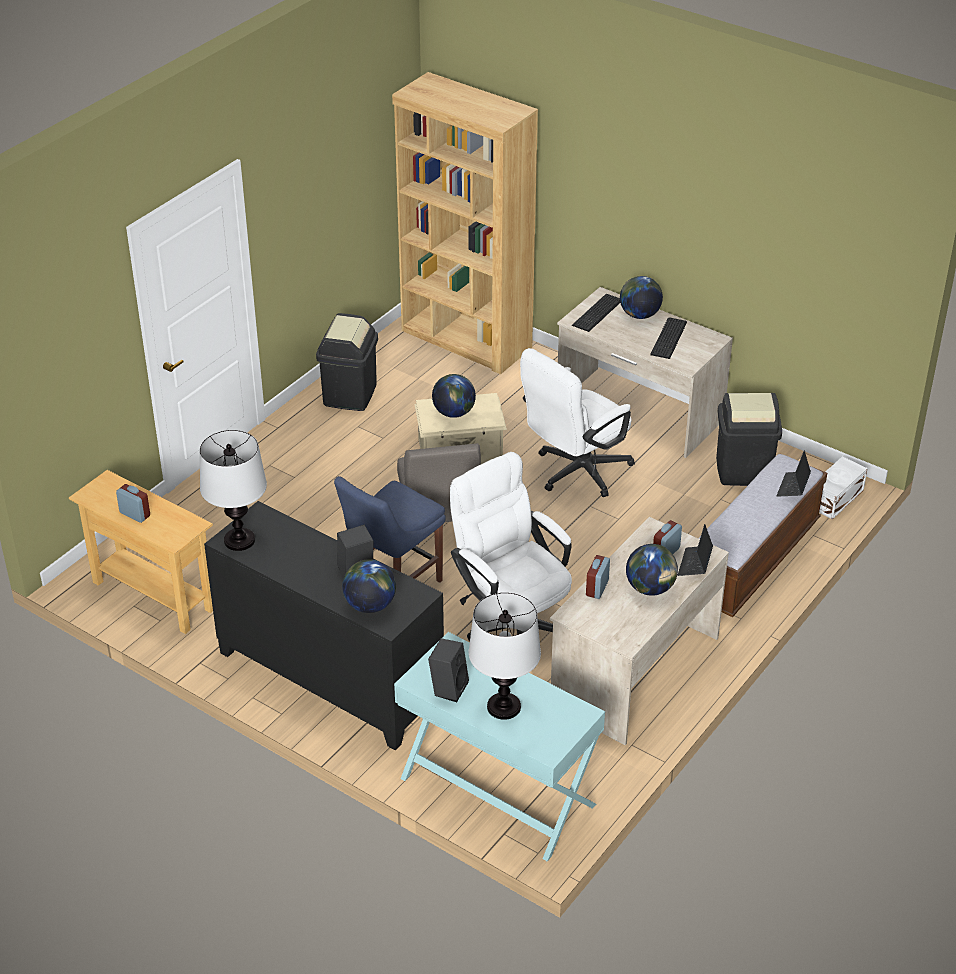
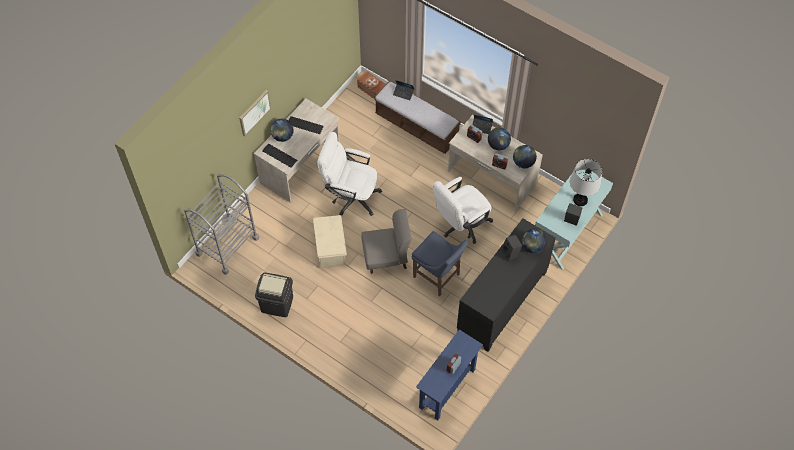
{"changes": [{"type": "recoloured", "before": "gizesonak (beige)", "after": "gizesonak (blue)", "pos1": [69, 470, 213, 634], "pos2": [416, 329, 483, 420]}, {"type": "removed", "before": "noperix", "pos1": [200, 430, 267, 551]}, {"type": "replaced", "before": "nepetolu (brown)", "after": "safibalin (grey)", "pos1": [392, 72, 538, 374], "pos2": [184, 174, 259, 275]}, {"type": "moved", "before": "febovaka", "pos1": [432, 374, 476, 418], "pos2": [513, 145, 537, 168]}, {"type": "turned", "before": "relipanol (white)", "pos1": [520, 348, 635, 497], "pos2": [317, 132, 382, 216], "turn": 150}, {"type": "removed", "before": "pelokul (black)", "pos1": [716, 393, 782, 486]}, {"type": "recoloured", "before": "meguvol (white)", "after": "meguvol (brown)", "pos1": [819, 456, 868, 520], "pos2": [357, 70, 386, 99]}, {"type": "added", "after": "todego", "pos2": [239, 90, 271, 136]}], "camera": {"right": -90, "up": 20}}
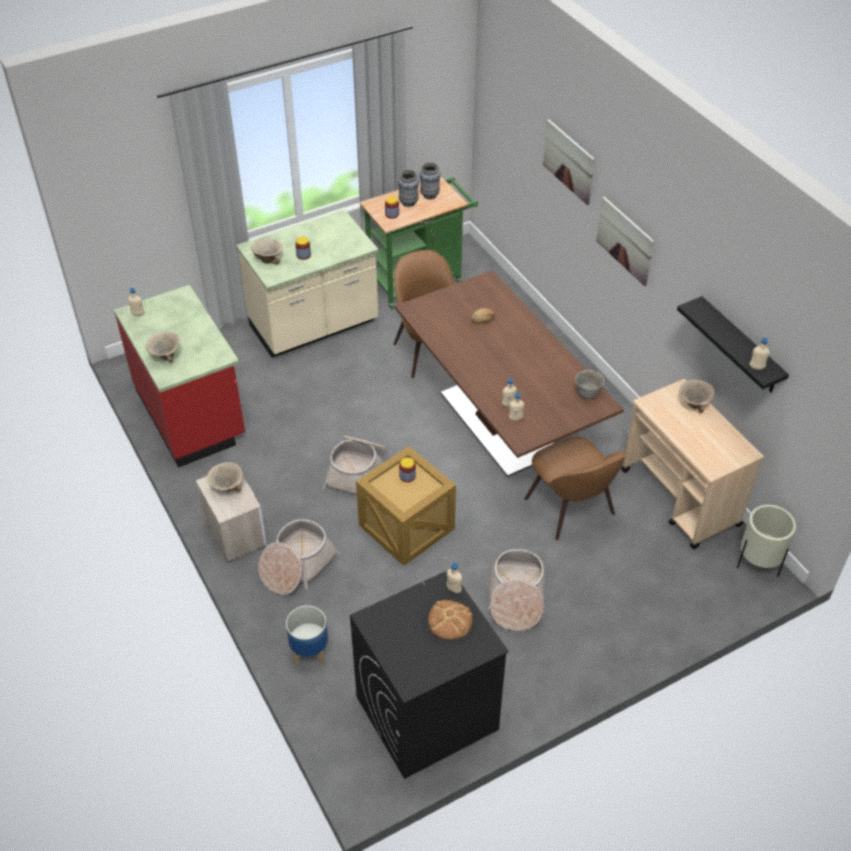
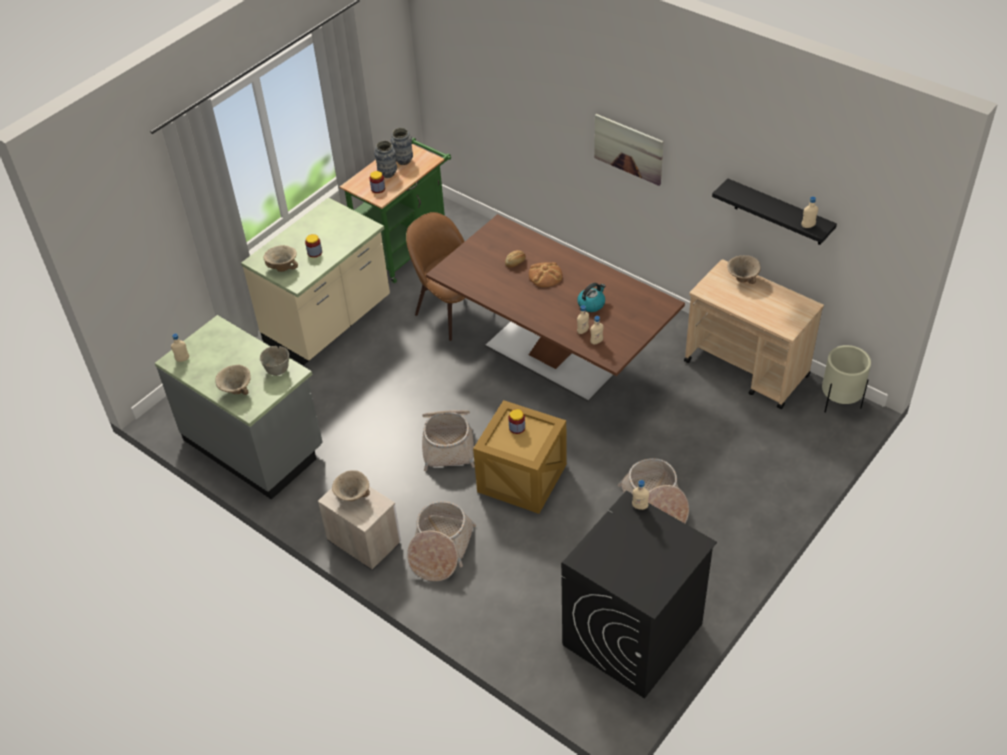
{"changes": [{"type": "recoloured", "before": "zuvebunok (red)", "after": "zuvebunok (grey)", "pos1": [114, 285, 245, 468], "pos2": [155, 315, 323, 499]}, {"type": "removed", "before": "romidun", "pos1": [286, 606, 328, 666]}, {"type": "moved", "before": "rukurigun", "pos1": [428, 600, 473, 639], "pos2": [529, 262, 563, 287]}, {"type": "removed", "before": "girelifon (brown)", "pos1": [524, 436, 627, 540]}, {"type": "removed", "before": "todego", "pos1": [543, 119, 595, 205]}, {"type": "moved", "before": "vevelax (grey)", "pos1": [575, 370, 604, 399], "pos2": [260, 346, 289, 376]}, {"type": "added", "after": "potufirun", "pos2": [577, 283, 605, 312]}], "camera": {"right": -20, "up": 0}}
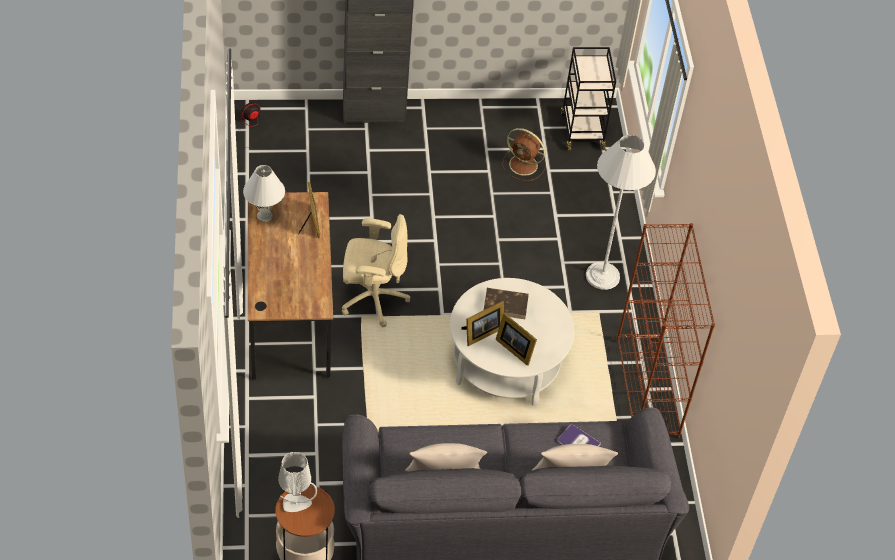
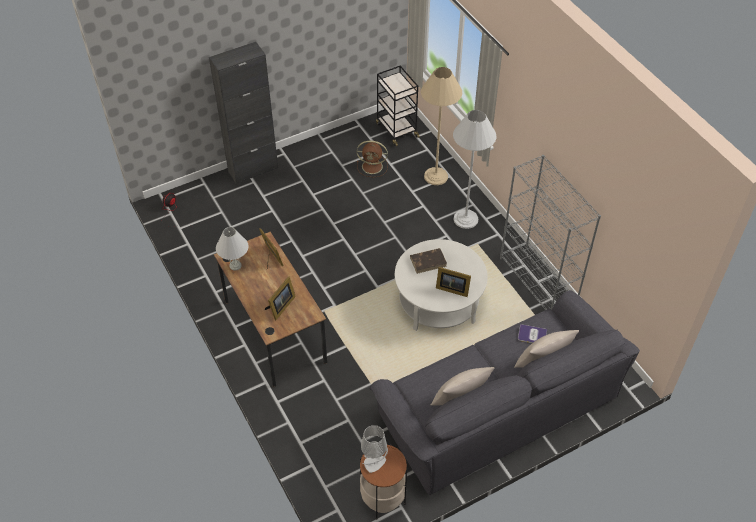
{"changes": [{"type": "removed", "before": "relipanol (beige)", "pos1": [342, 214, 410, 327]}, {"type": "moved", "before": "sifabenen", "pos1": [461, 301, 504, 346], "pos2": [265, 276, 296, 320]}, {"type": "recoloured", "before": "nepetolu (brown)", "after": "nepetolu (grey)", "pos1": [616, 223, 715, 439], "pos2": [500, 155, 601, 310]}, {"type": "added", "after": "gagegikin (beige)", "pos2": [421, 67, 462, 185]}], "camera": {"right": -20, "up": 0}}
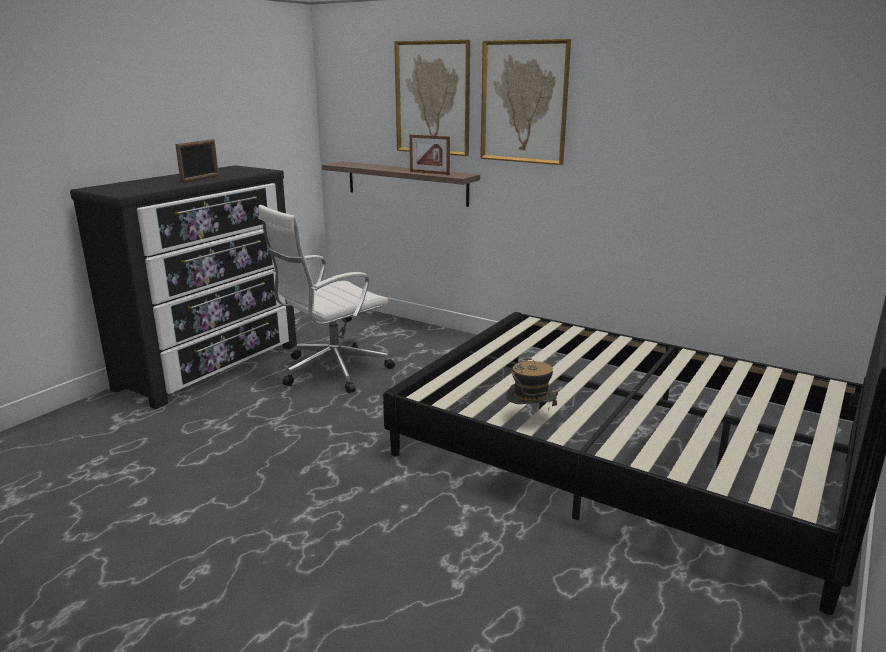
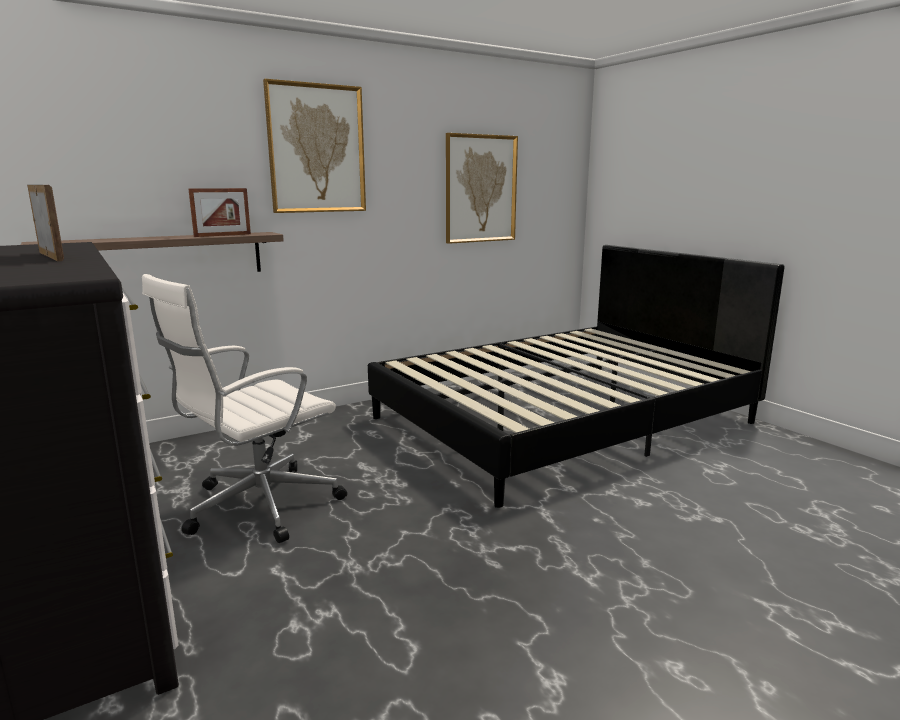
{"changes": [{"type": "turned", "before": "relipanol (white)", "pos1": [258, 205, 395, 393], "pos2": [142, 274, 347, 543], "turn": 60}, {"type": "moved", "before": "todego", "pos1": [394, 40, 470, 156], "pos2": [446, 133, 518, 244]}, {"type": "removed", "before": "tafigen", "pos1": [506, 355, 558, 411]}], "camera": {"right": -65, "up": -5}}
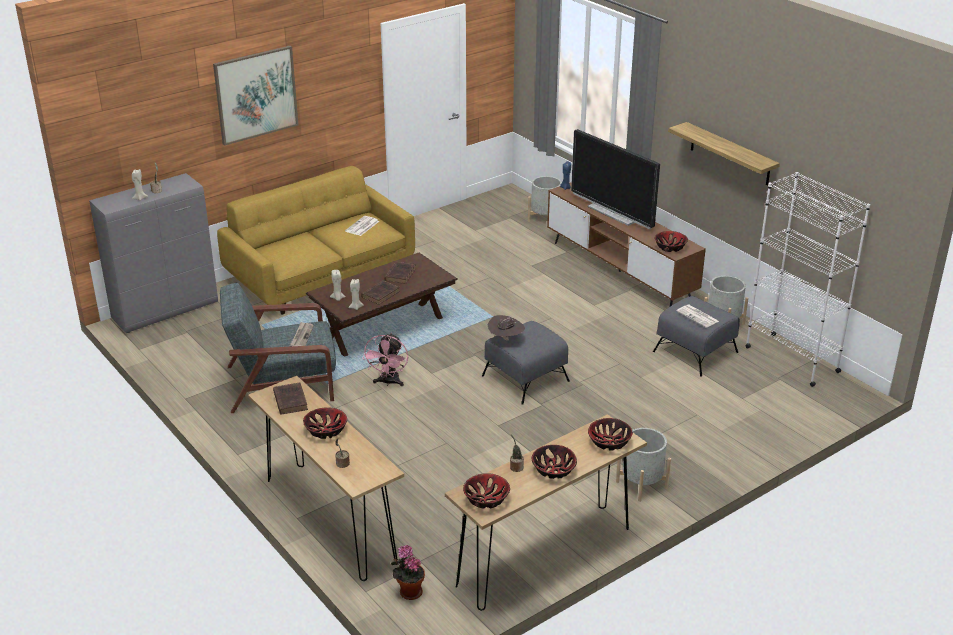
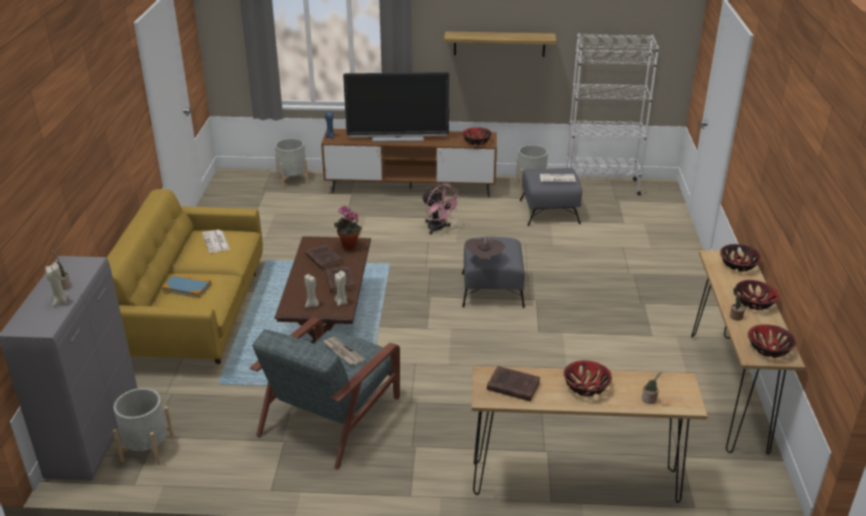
{"changes": [{"type": "removed", "before": "todego", "pos1": [213, 46, 299, 146]}, {"type": "moved", "before": "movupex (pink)", "pos1": [362, 333, 408, 386], "pos2": [421, 184, 461, 235]}, {"type": "moved", "before": "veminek", "pos1": [391, 545, 425, 600], "pos2": [334, 206, 362, 251]}, {"type": "moved", "before": "romidun (grey)", "pos1": [616, 428, 671, 502], "pos2": [113, 388, 174, 465]}, {"type": "added", "after": "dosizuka", "pos2": [162, 274, 211, 298]}], "camera": {"right": -50, "up": 0}}
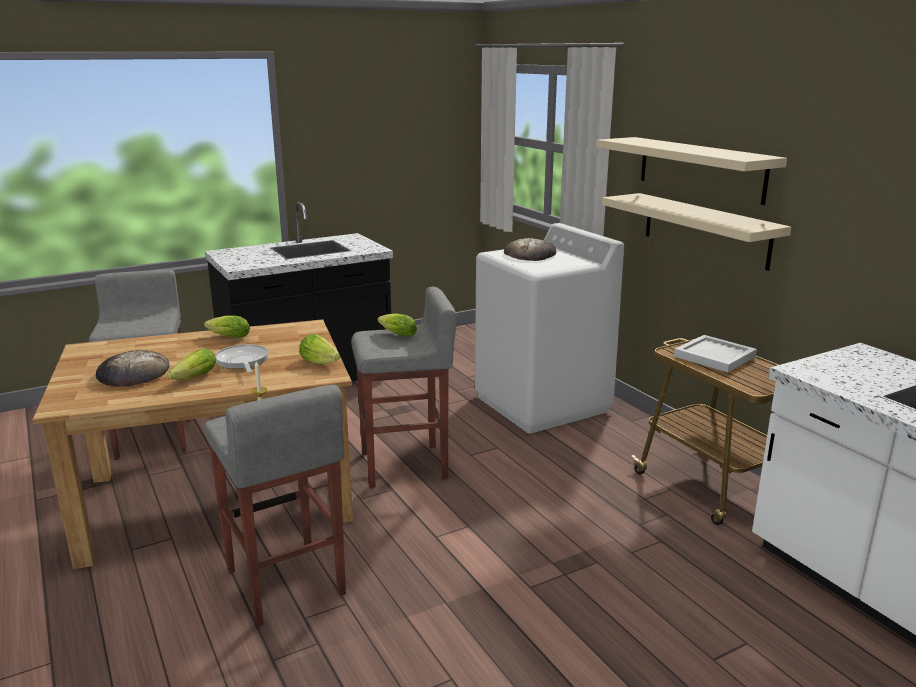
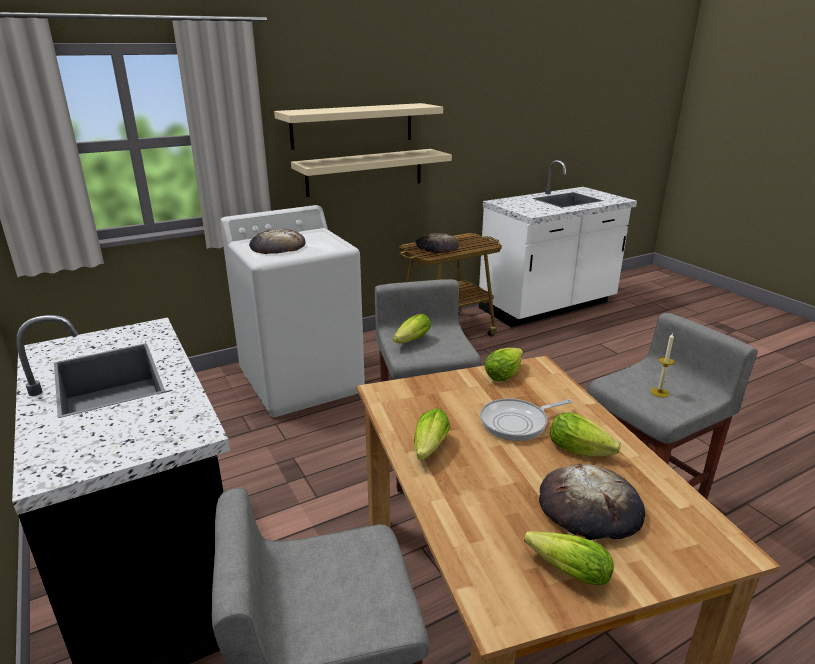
{"changes": [{"type": "replaced", "before": "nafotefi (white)", "after": "rukurigun", "pos1": [674, 335, 757, 373], "pos2": [415, 233, 459, 253]}, {"type": "added", "after": "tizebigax", "pos2": [524, 531, 614, 586]}], "camera": {"right": -90, "up": 5}}
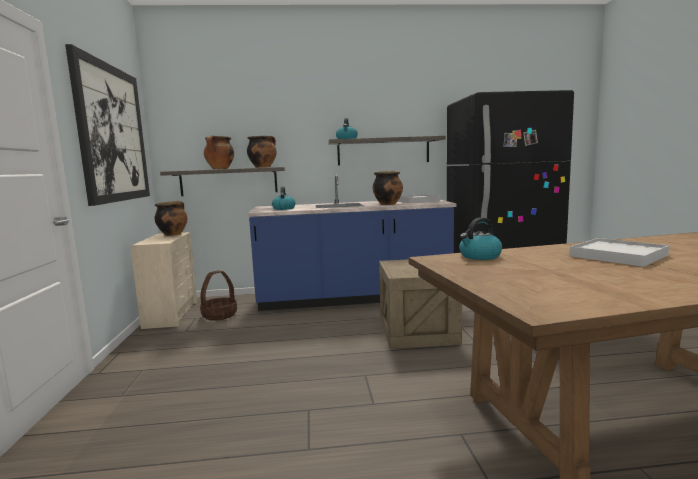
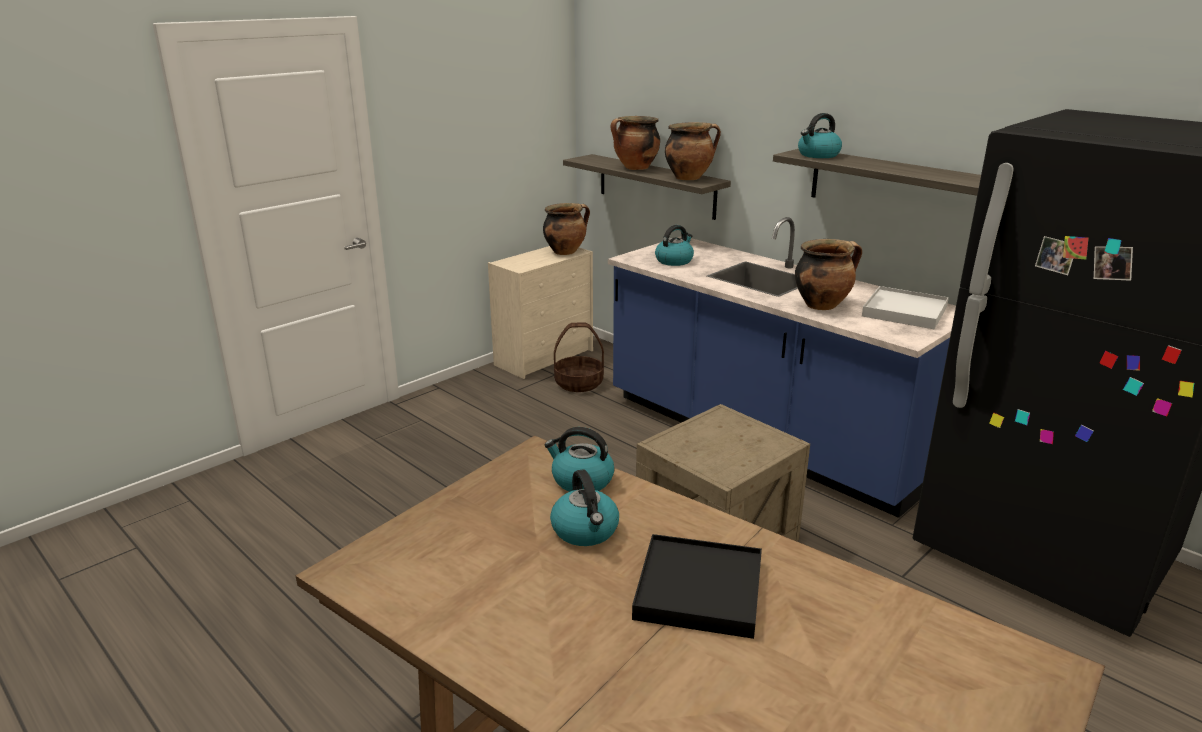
{"changes": [{"type": "removed", "before": "todego", "pos1": [65, 44, 150, 206]}, {"type": "recoloured", "before": "nafotefi (white)", "after": "nafotefi (black)", "pos1": [569, 238, 669, 267], "pos2": [632, 534, 762, 639]}, {"type": "added", "after": "potufirun", "pos2": [550, 469, 619, 546]}], "camera": {"right": 50, "up": 15}}
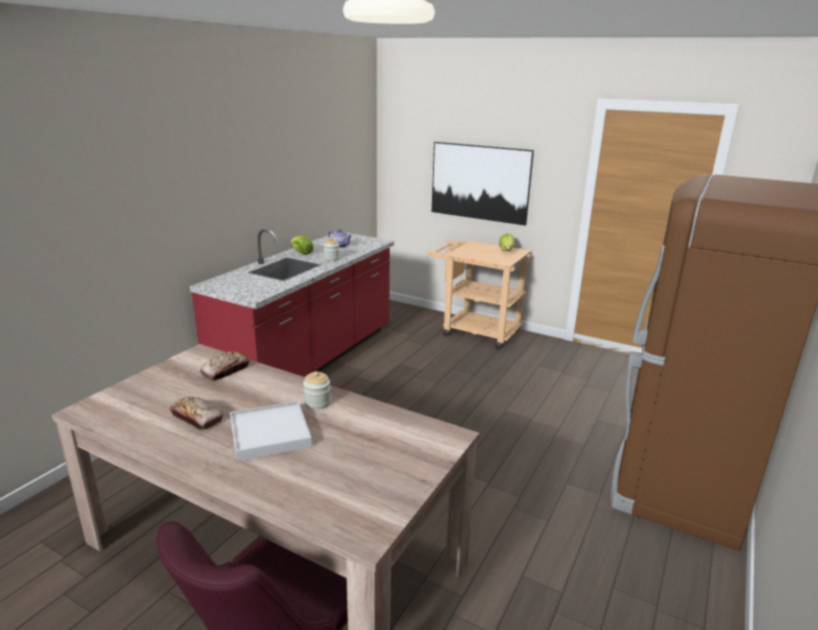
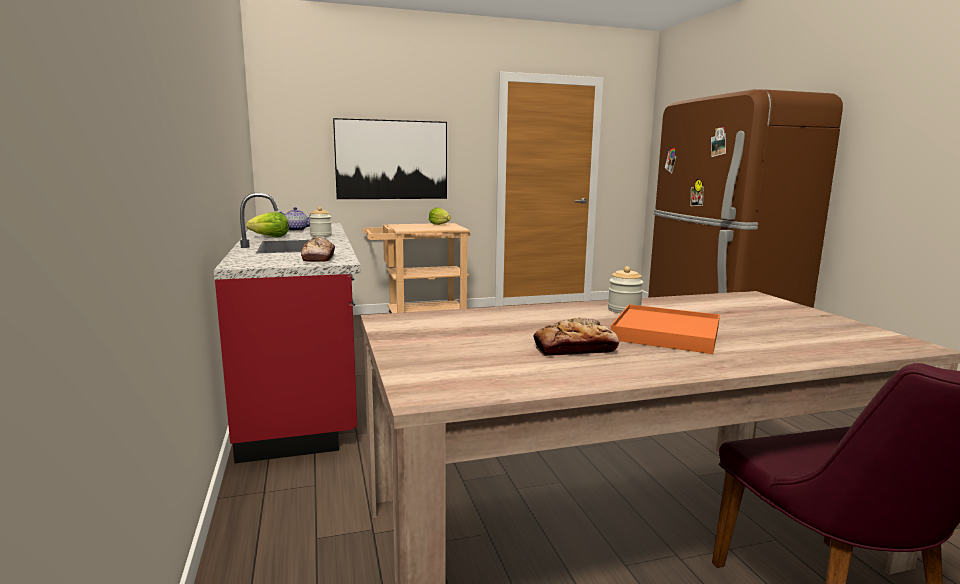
{"changes": [{"type": "moved", "before": "rukurigun", "pos1": [200, 352, 249, 381], "pos2": [301, 237, 335, 262]}, {"type": "recoloured", "before": "nafotefi (white)", "after": "nafotefi (orange)", "pos1": [230, 401, 312, 461], "pos2": [610, 304, 720, 354]}], "camera": {"right": -45, "up": -10}}
